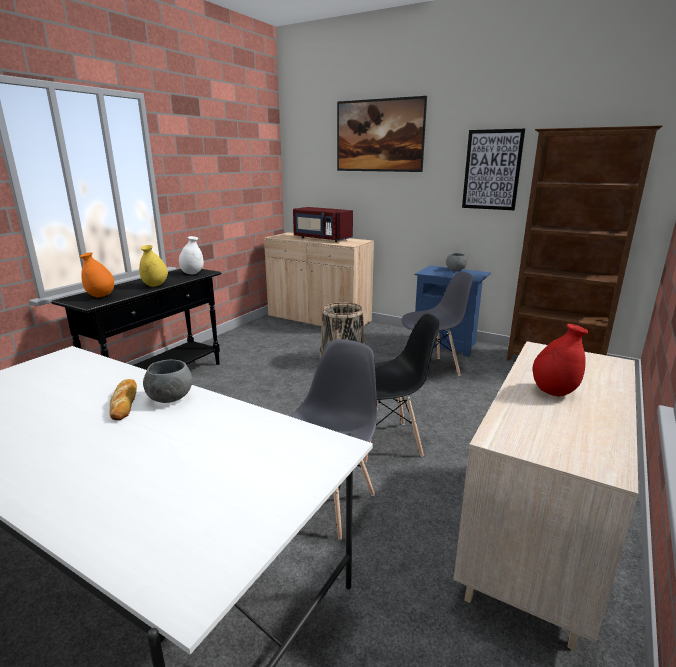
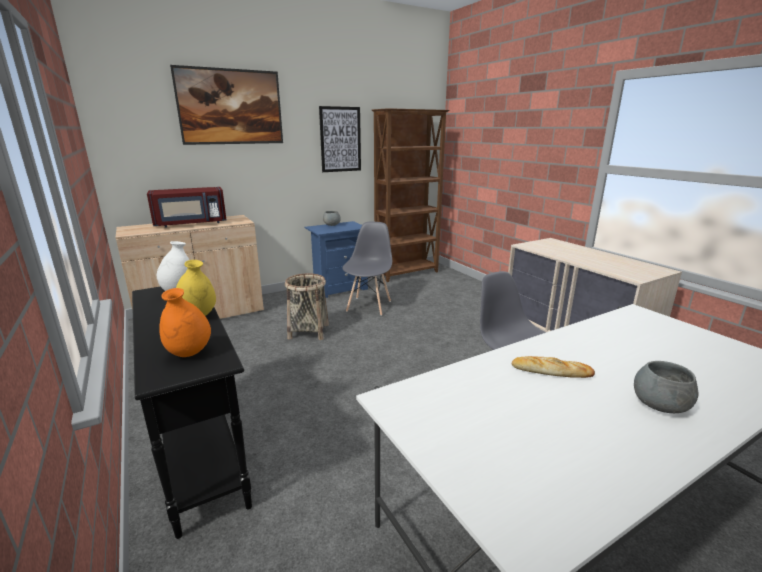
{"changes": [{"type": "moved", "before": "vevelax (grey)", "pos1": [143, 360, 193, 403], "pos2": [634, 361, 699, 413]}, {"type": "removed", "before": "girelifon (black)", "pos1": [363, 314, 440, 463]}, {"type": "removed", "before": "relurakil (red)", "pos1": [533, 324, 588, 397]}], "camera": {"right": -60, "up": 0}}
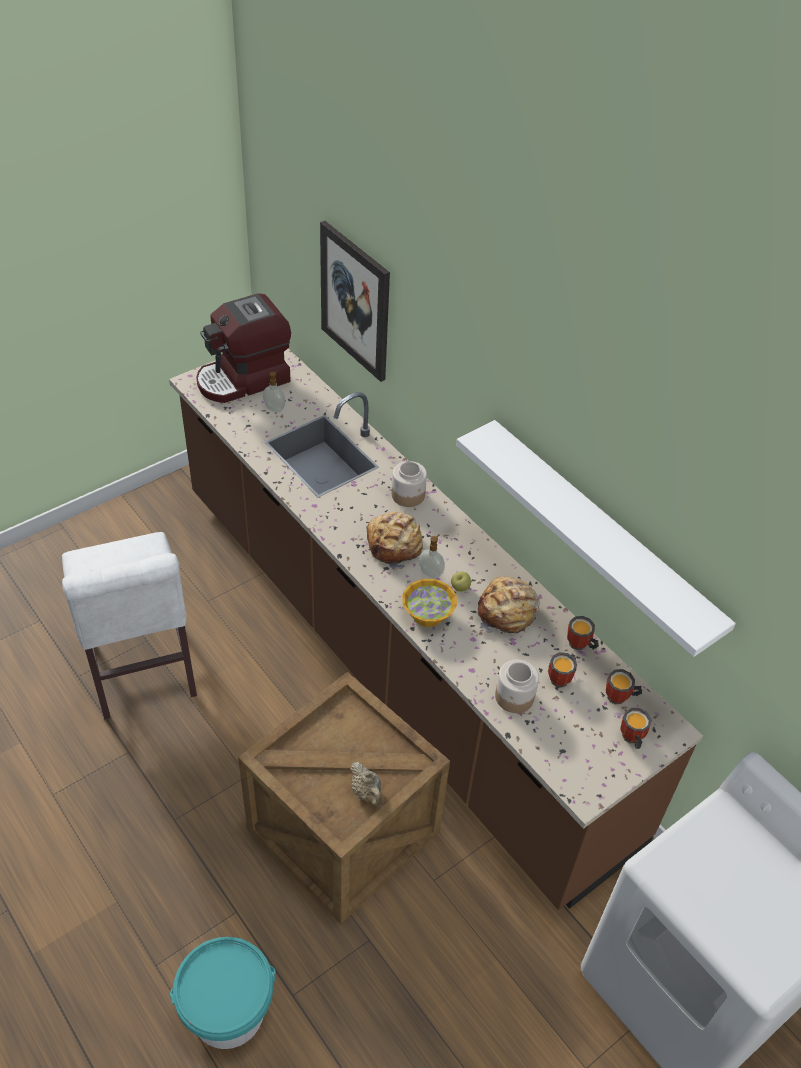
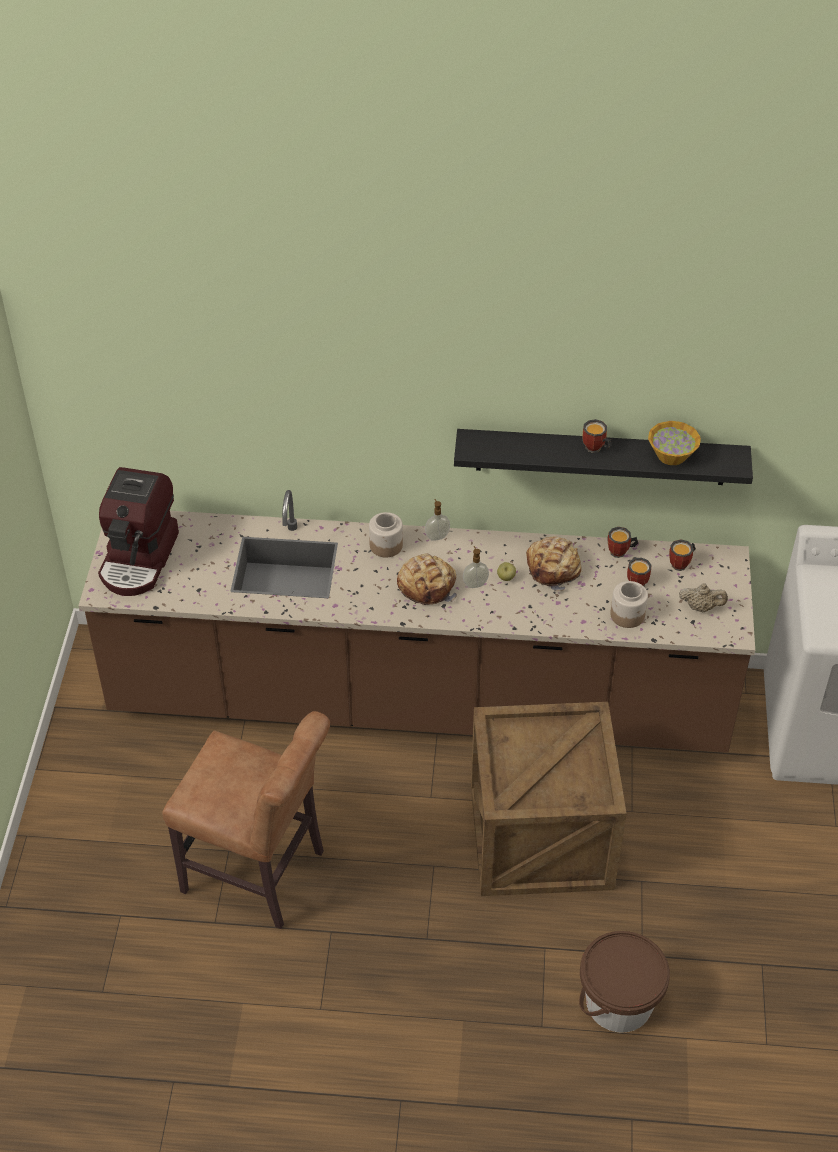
{"changes": [{"type": "recoloured", "before": "girelifon (white)", "after": "girelifon (brown)", "pos1": [62, 532, 197, 719], "pos2": [162, 711, 330, 929]}, {"type": "recoloured", "before": "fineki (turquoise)", "after": "fineki (brown)", "pos1": [170, 937, 276, 1049], "pos2": [579, 931, 670, 1033]}, {"type": "moved", "before": "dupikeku", "pos1": [263, 371, 285, 412], "pos2": [425, 499, 450, 541]}, {"type": "removed", "before": "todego", "pos1": [320, 221, 390, 382]}, {"type": "moved", "before": "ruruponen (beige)", "pos1": [350, 762, 382, 807], "pos2": [679, 584, 728, 612]}, {"type": "moved", "before": "vevelax", "pos1": [402, 579, 457, 627], "pos2": [648, 421, 701, 465]}, {"type": "recoloured", "before": "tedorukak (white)", "after": "tedorukak (black)", "pos1": [456, 420, 736, 657], "pos2": [454, 429, 753, 485]}, {"type": "moved", "before": "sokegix", "pos1": [621, 708, 652, 749], "pos2": [583, 419, 612, 453]}], "camera": {"right": -45, "up": 0}}
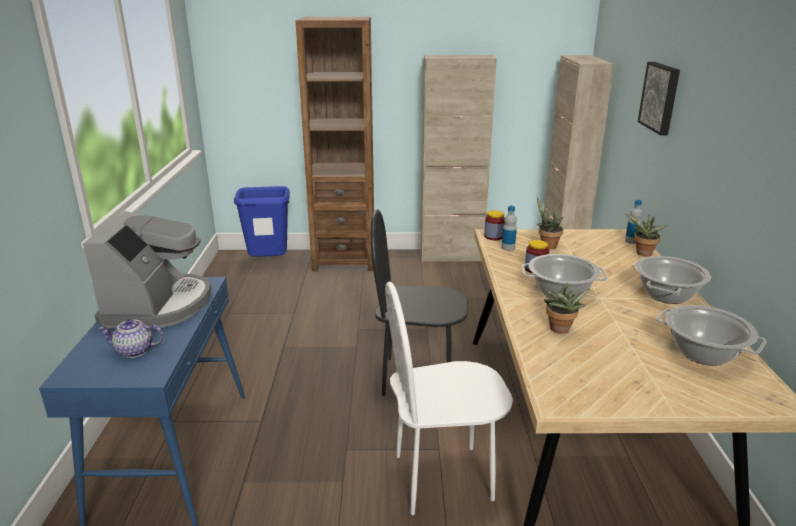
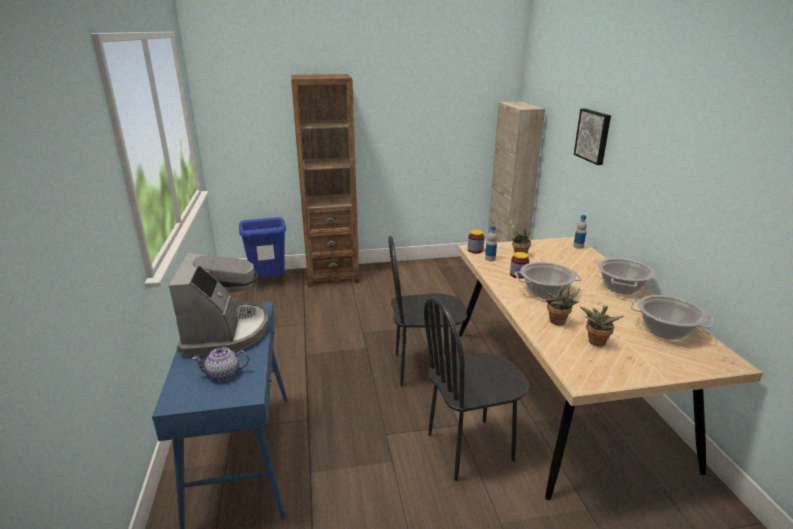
{"changes": [{"type": "recoloured", "before": "girelifon (white)", "after": "girelifon (black)", "pos1": [385, 282, 513, 515], "pos2": [424, 297, 529, 481]}, {"type": "removed", "before": "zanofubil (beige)", "pos1": [421, 55, 497, 262]}, {"type": "moved", "before": "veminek", "pos1": [626, 214, 668, 257], "pos2": [580, 306, 624, 347]}], "camera": {"right": -10, "up": 0}}
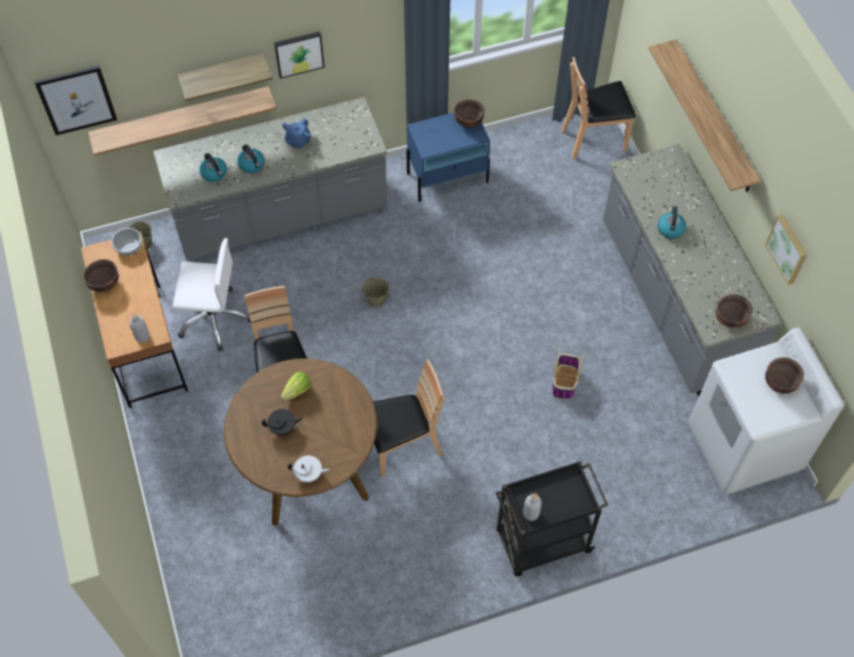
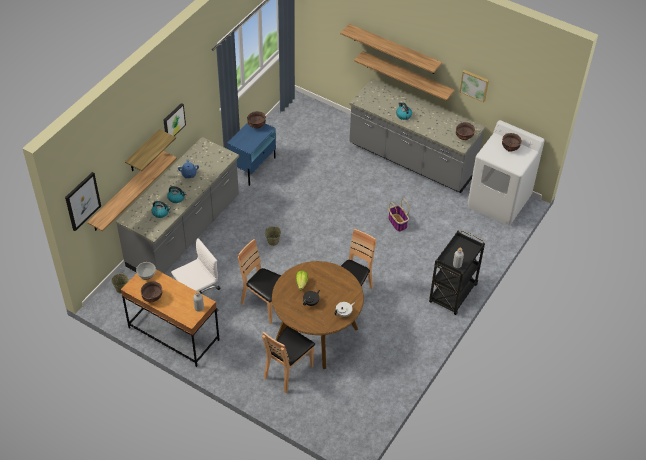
{"changes": [{"type": "moved", "before": "girelifon (brown)", "pos1": [561, 57, 636, 159], "pos2": [262, 326, 315, 393]}, {"type": "added", "after": "tedorukak", "pos2": [354, 51, 455, 101]}], "camera": {"right": -40, "up": -10}}
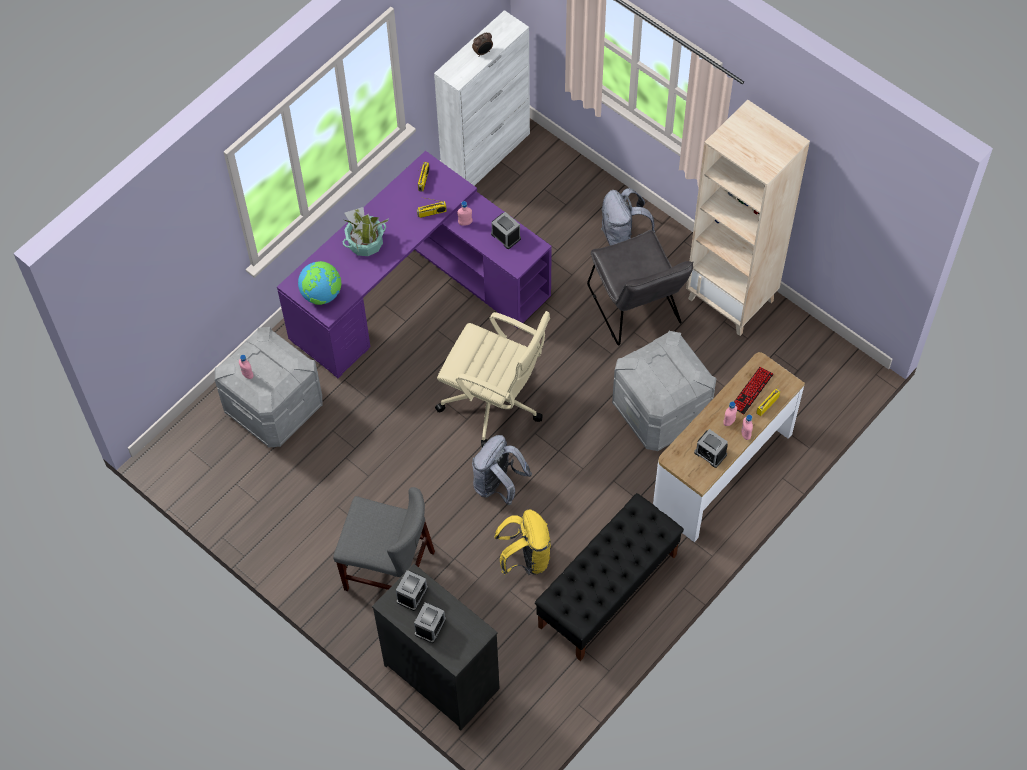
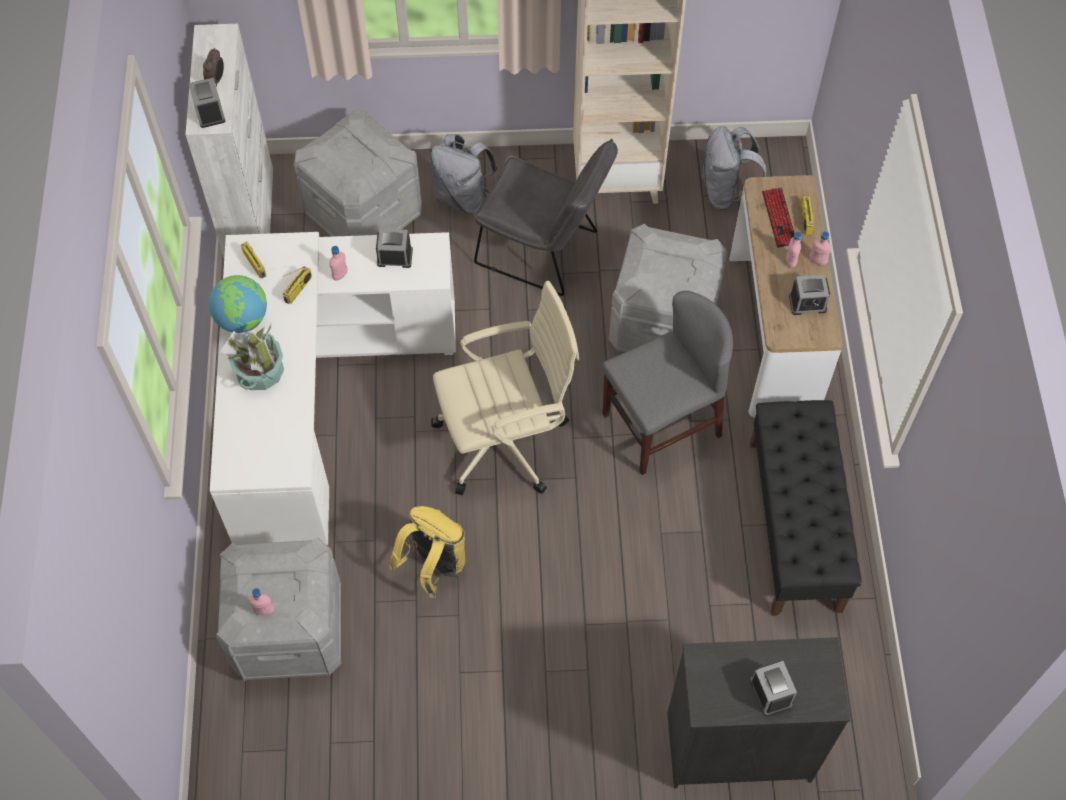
{"changes": [{"type": "recoloured", "before": "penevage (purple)", "after": "penevage (white)", "pos1": [277, 151, 552, 378], "pos2": [210, 232, 456, 545]}, {"type": "moved", "before": "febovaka", "pos1": [298, 261, 341, 305], "pos2": [209, 275, 267, 333]}, {"type": "moved", "before": "girelifon (grey)", "pos1": [333, 487, 435, 591], "pos2": [602, 291, 733, 475]}, {"type": "moved", "before": "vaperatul", "pos1": [396, 570, 428, 611], "pos2": [189, 78, 225, 128]}, {"type": "moved", "before": "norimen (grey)", "pos1": [472, 435, 532, 505], "pos2": [701, 126, 767, 210]}, {"type": "moved", "before": "norimen (yellow)", "pos1": [494, 510, 551, 575], "pos2": [389, 506, 466, 598]}, {"type": "added", "after": "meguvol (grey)", "pos2": [294, 110, 422, 237]}], "camera": {"right": -45, "up": 0}}
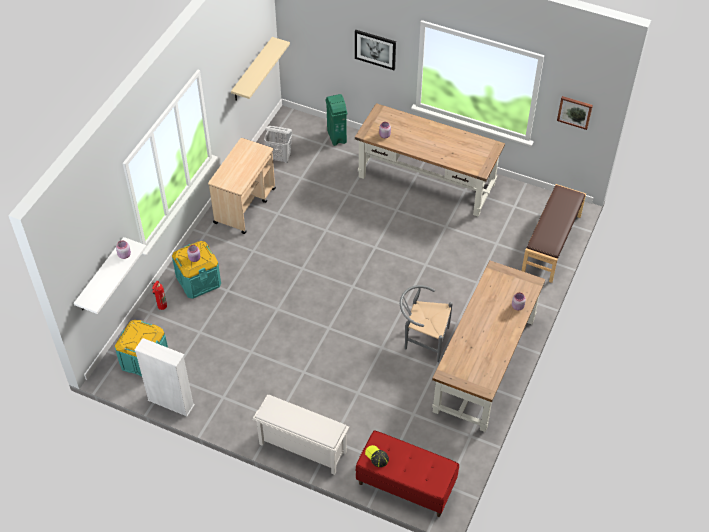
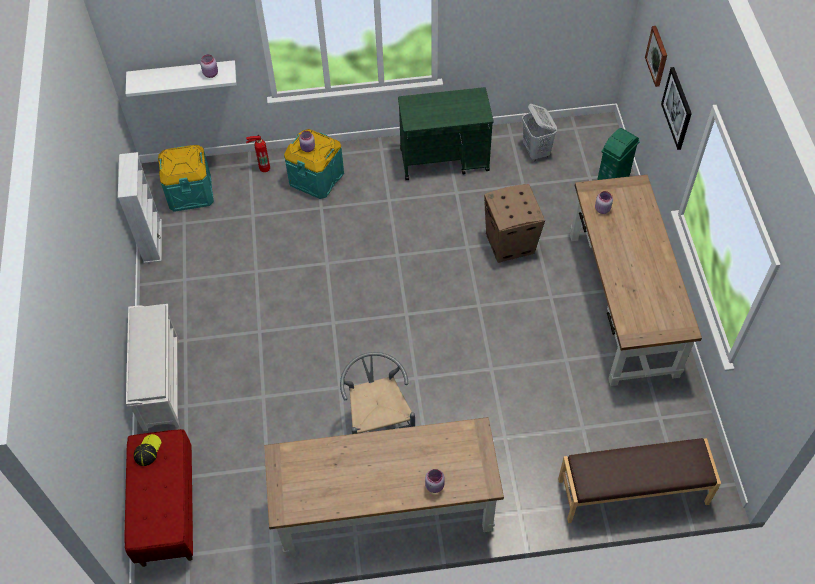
{"changes": [{"type": "recoloured", "before": "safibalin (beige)", "after": "safibalin (green)", "pos1": [208, 138, 276, 234], "pos2": [398, 87, 493, 180]}, {"type": "removed", "before": "tedorukak (beige)", "pos1": [231, 37, 290, 101]}, {"type": "moved", "before": "todego", "pos1": [557, 96, 593, 130], "pos2": [645, 26, 667, 87]}, {"type": "added", "after": "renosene", "pos2": [484, 184, 545, 263]}], "camera": {"right": 60, "up": 5}}
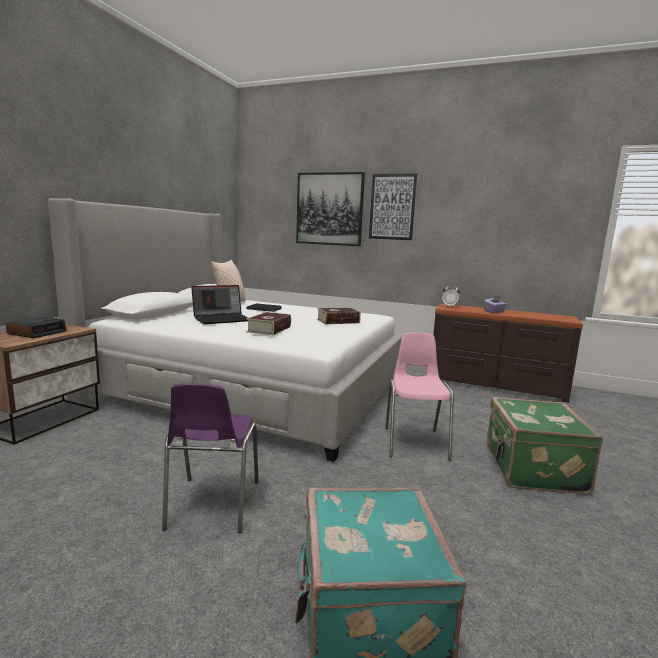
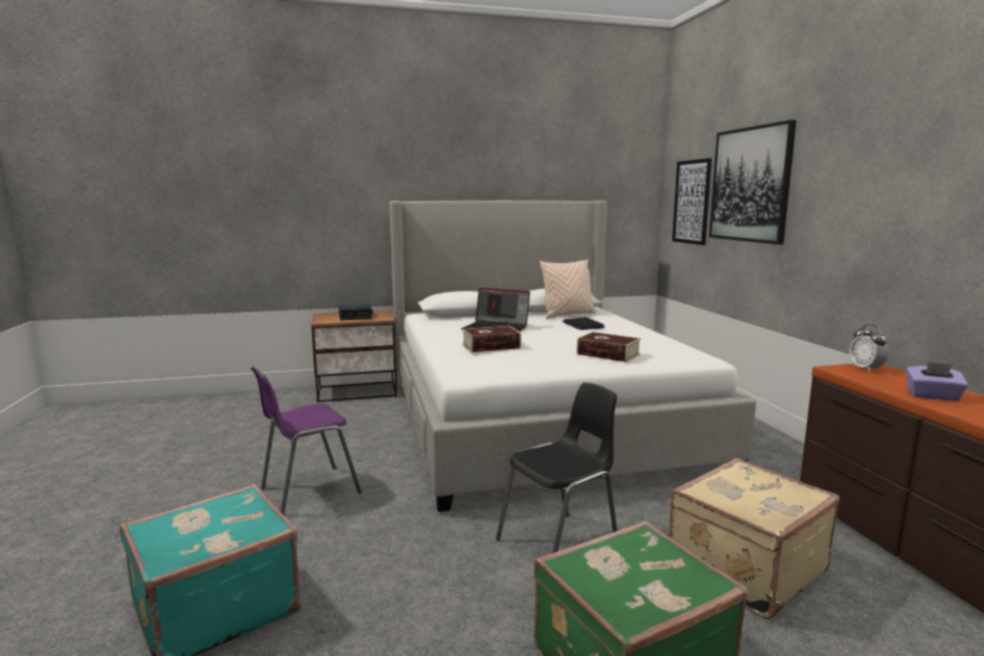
{"changes": [{"type": "moved", "before": "todego", "pos1": [369, 173, 418, 240], "pos2": [672, 158, 712, 245]}, {"type": "recoloured", "before": "girelifon (pink)", "after": "girelifon (black)", "pos1": [385, 333, 454, 461], "pos2": [496, 382, 617, 553]}, {"type": "added", "after": "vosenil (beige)", "pos2": [668, 458, 840, 619]}], "camera": {"right": 55, "up": 0}}
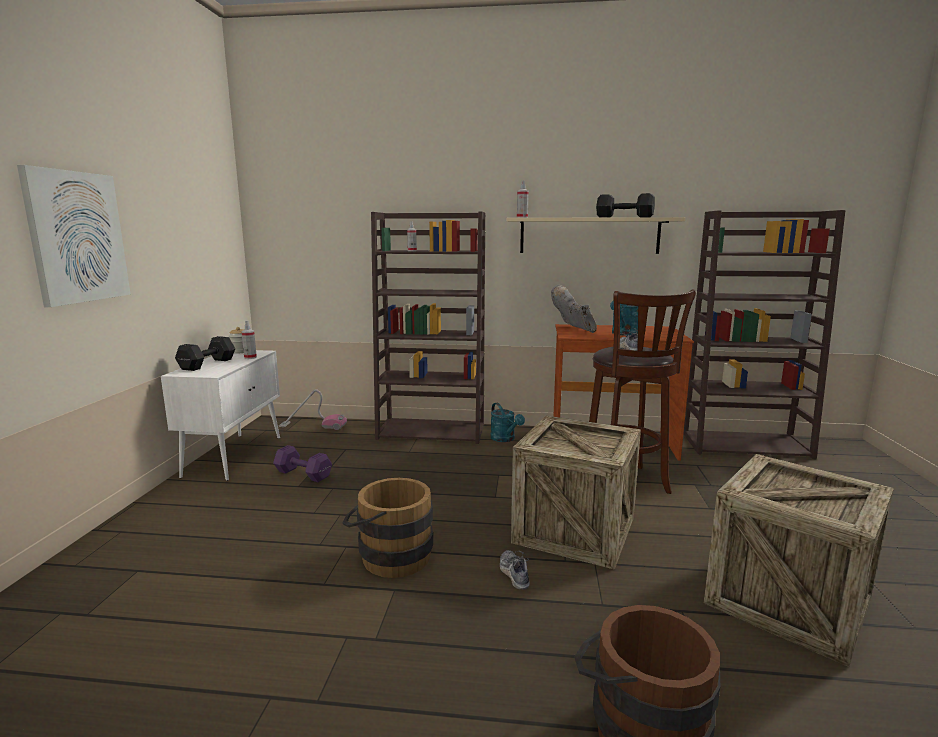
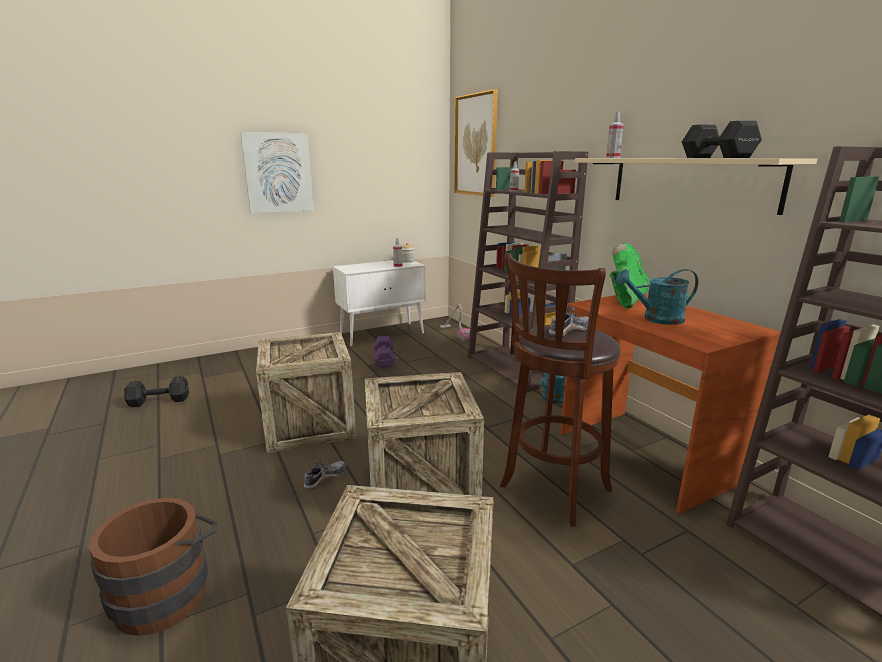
{"changes": [{"type": "moved", "before": "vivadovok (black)", "pos1": [175, 336, 235, 371], "pos2": [124, 376, 189, 407]}, {"type": "replaced", "before": "fineki (brown)", "after": "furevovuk", "pos1": [343, 478, 433, 578], "pos2": [256, 332, 356, 453]}, {"type": "recoloured", "before": "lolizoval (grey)", "after": "lolizoval (green)", "pos1": [551, 285, 597, 333], "pos2": [610, 242, 650, 309]}, {"type": "added", "after": "todego", "pos2": [454, 89, 498, 197]}], "camera": {"right": 55, "up": 5}}
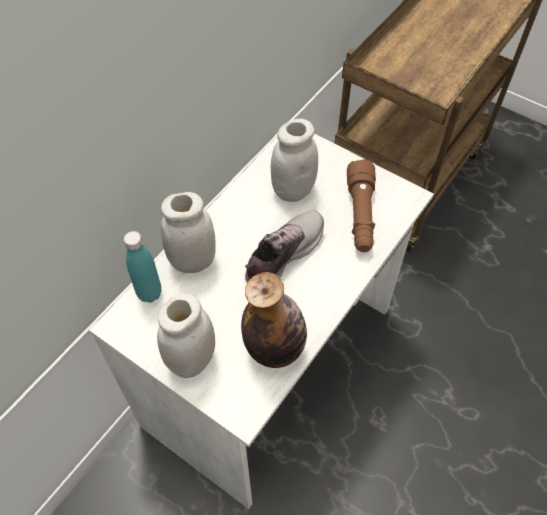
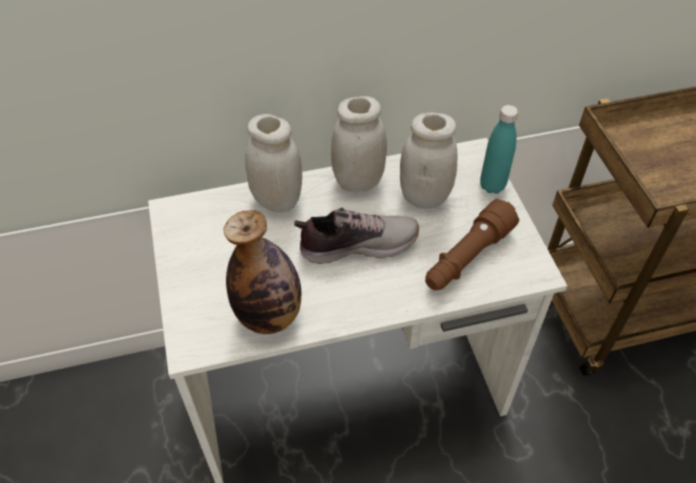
{"changes": [{"type": "moved", "before": "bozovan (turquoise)", "pos1": [124, 231, 162, 303], "pos2": [480, 105, 518, 194]}, {"type": "moved", "before": "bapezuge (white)", "pos1": [157, 293, 215, 378], "pos2": [331, 96, 387, 192]}], "camera": {"right": 40, "up": -5}}
